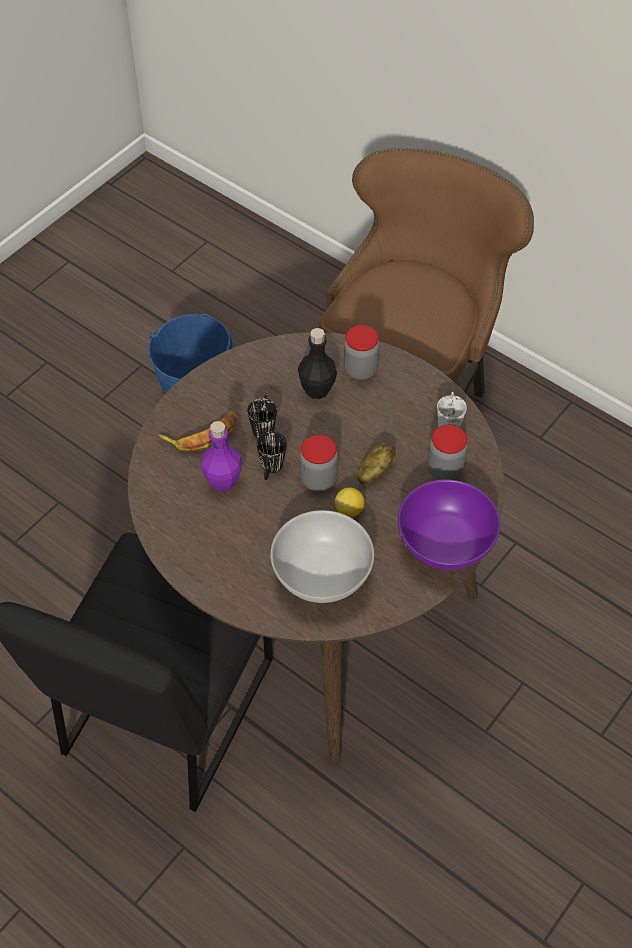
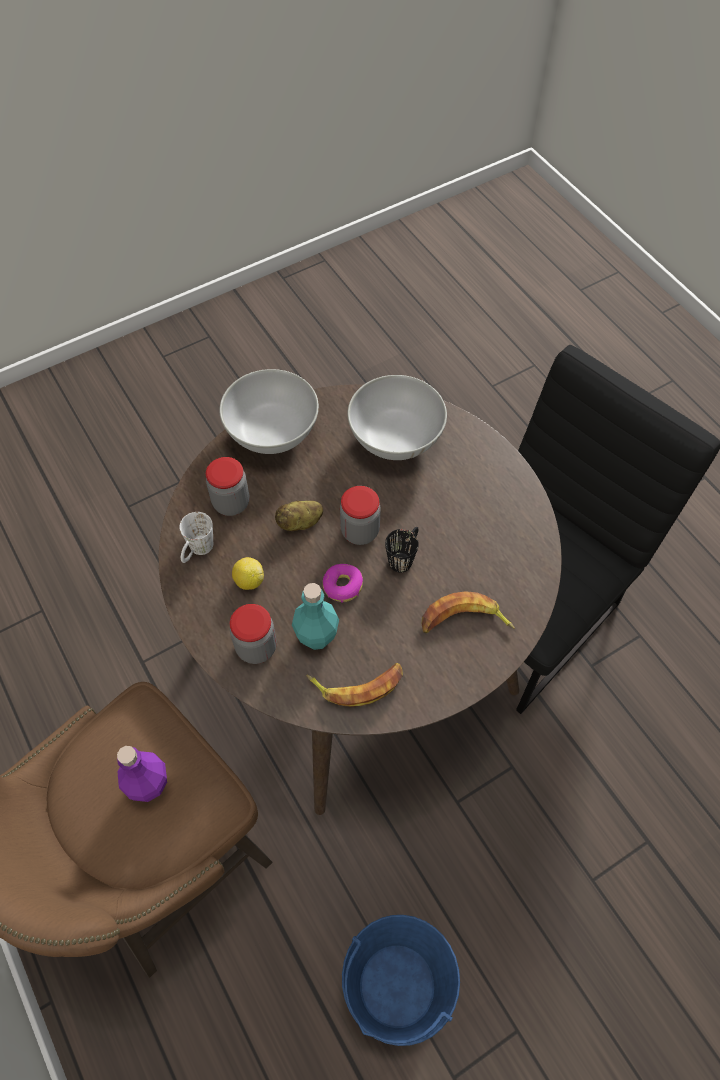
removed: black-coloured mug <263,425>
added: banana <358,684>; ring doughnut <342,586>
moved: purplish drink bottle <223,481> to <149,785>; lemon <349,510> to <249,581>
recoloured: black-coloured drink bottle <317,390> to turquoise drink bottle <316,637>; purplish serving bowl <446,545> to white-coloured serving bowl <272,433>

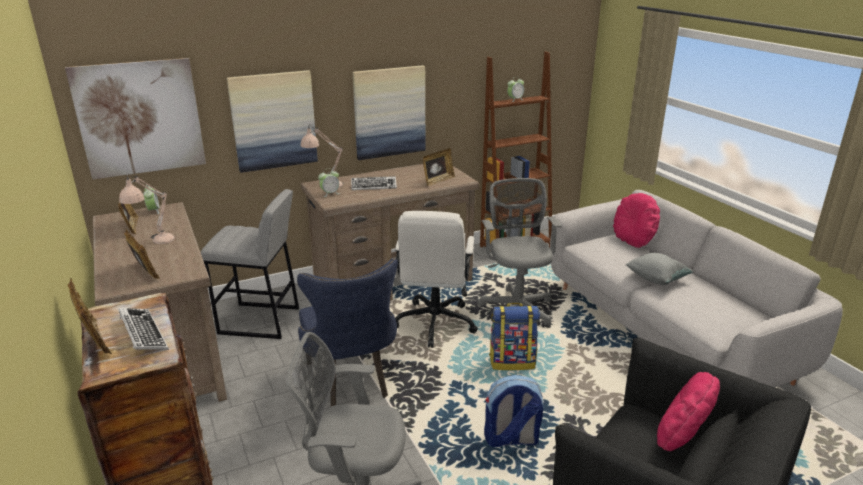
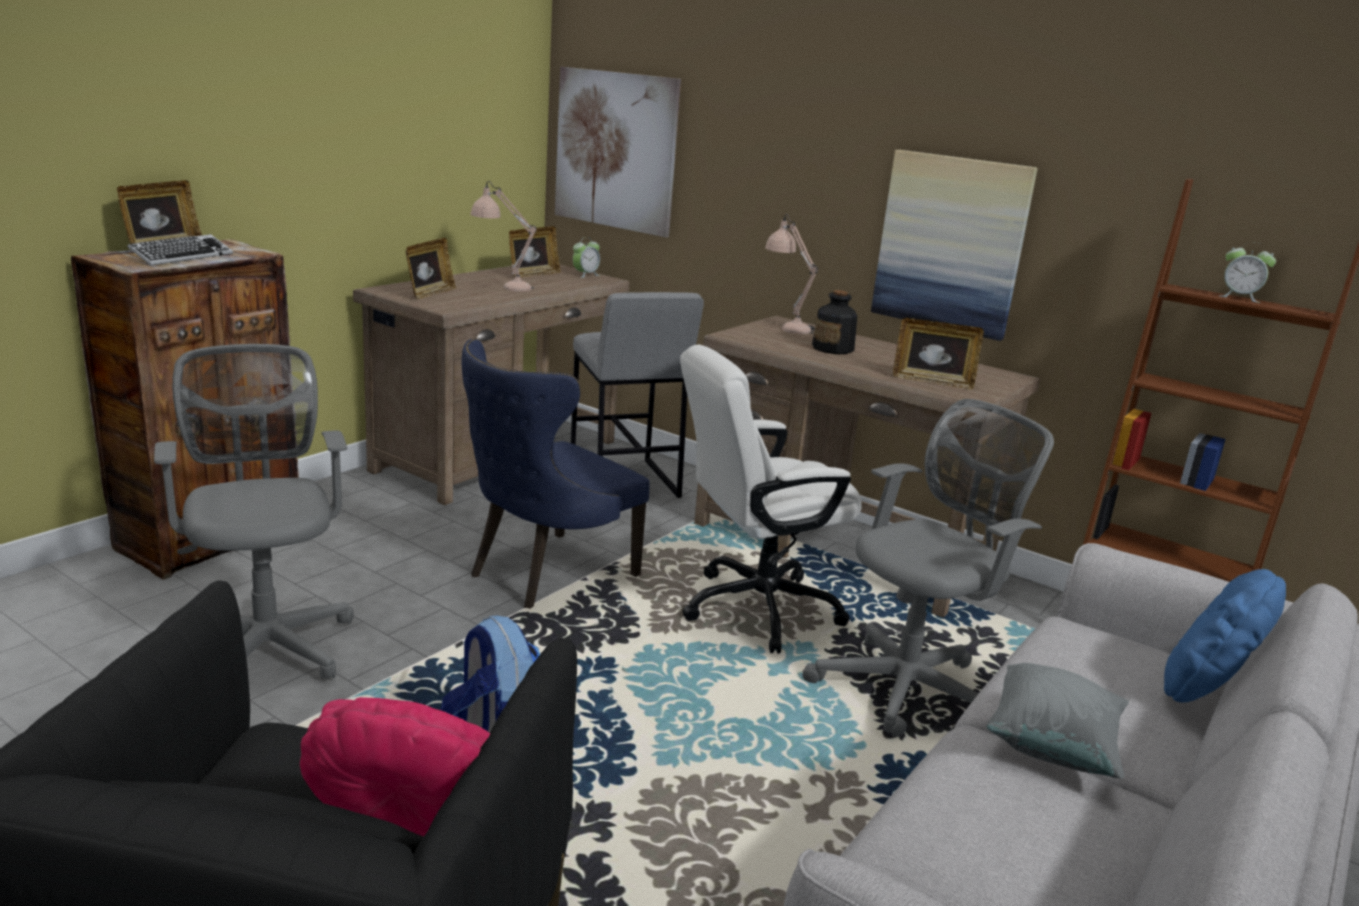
removed: picture <273,121>; bedside clock <330,194>; knapsack <512,361>
replaced: keyboard <374,186> to drink bottle <833,349>
recoloured: pink pillow <633,241> to bluish pillow <1205,694>

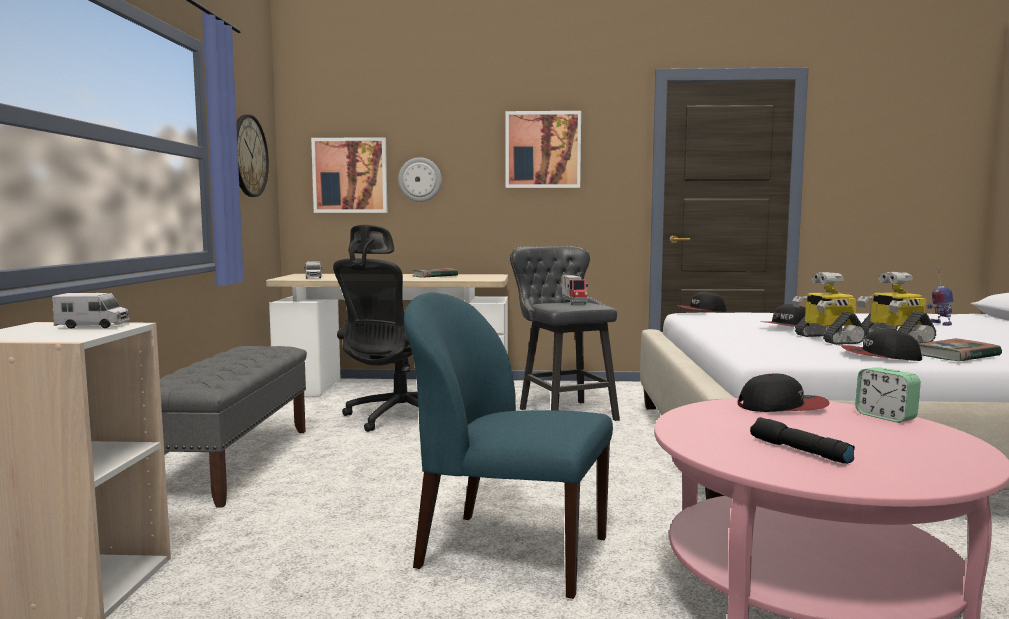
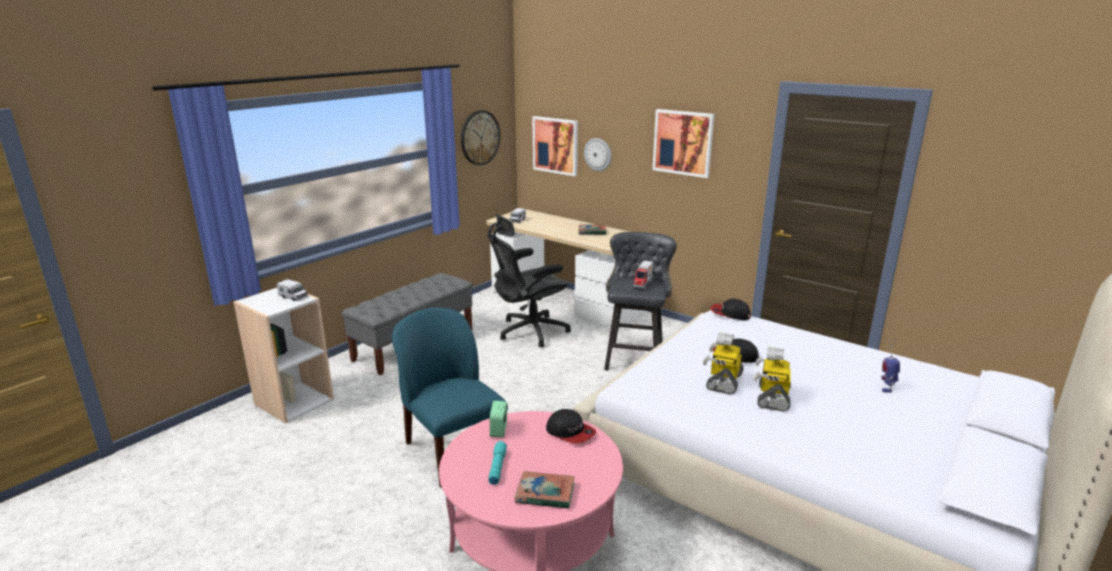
removed: baseball cap <879,356>
moved: bedside clock <885,417> to <499,430>; volume <957,355> to <545,493>
recoloured: black-coloured flashlight <798,451> to turquoise flashlight <497,467>

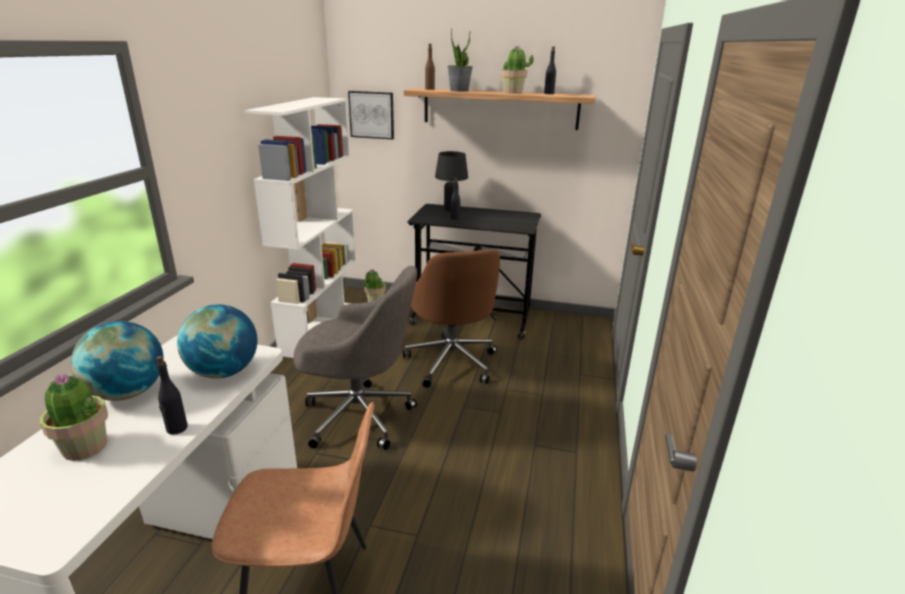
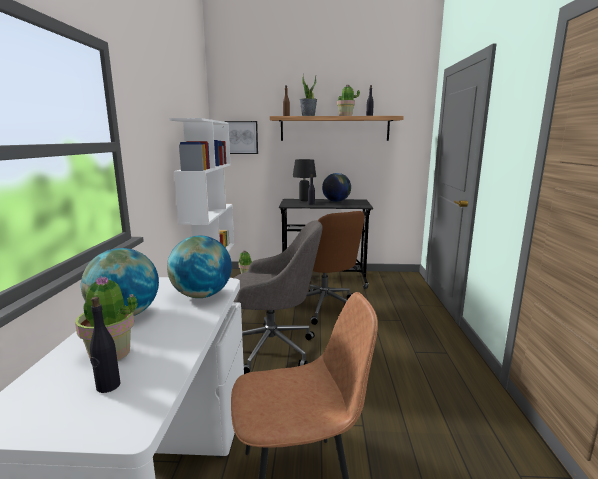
added: desk globe <336,201>
moved: black-coloured drink bottle <176,428> to <108,386>

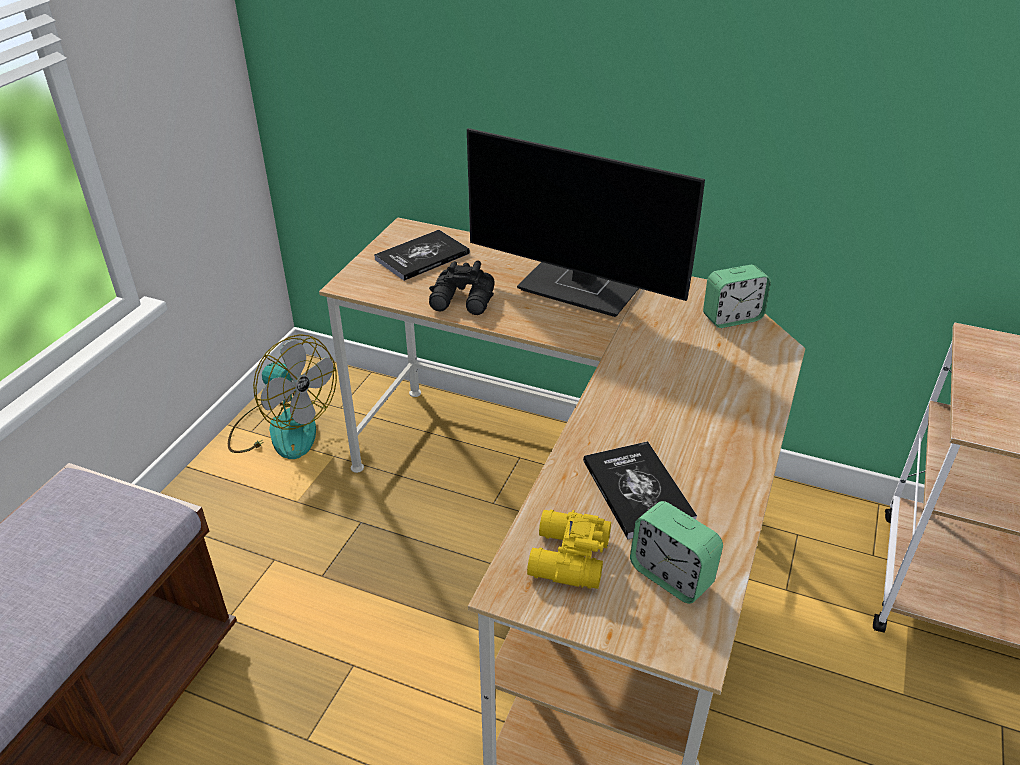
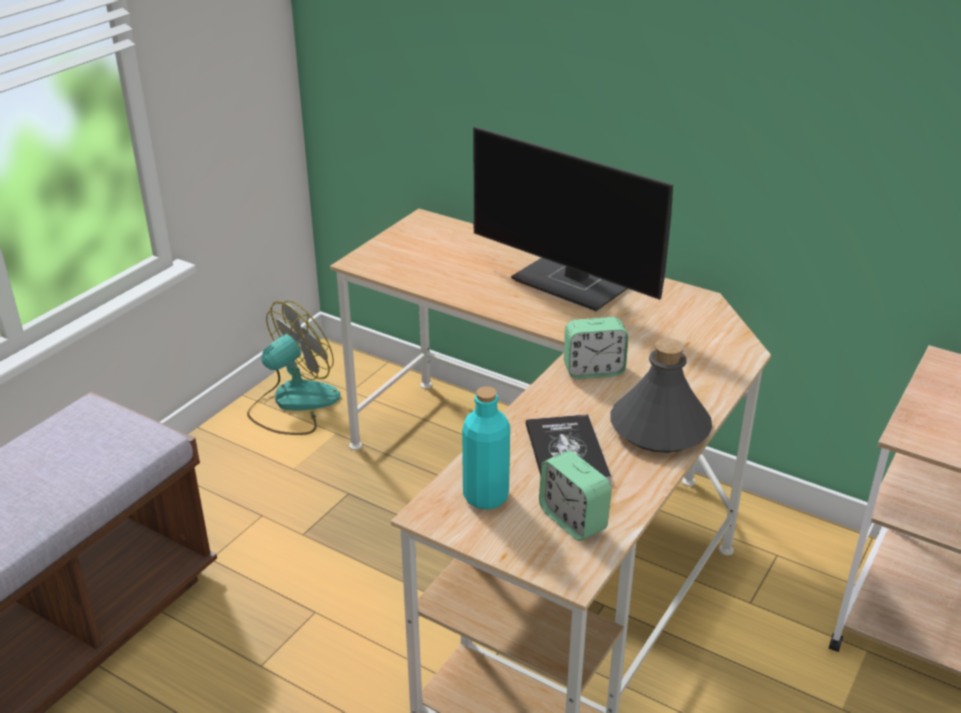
removed: volume <422,257>; black-coloured pair of binoculars <463,301>
added: grey drink bottle <659,427>
moved: bedside clock <732,318> to <593,370>
replaced: yellow-coloured pair of binoculars <566,559> to turquoise drink bottle <486,496>
turned: electric fan <282,428> = <293,404> 90 degrees counterclockwise

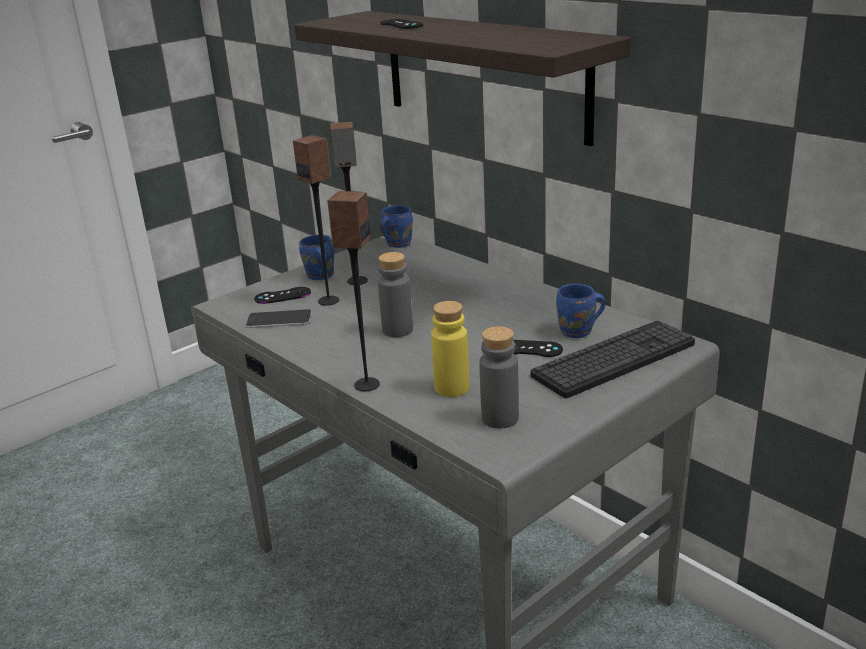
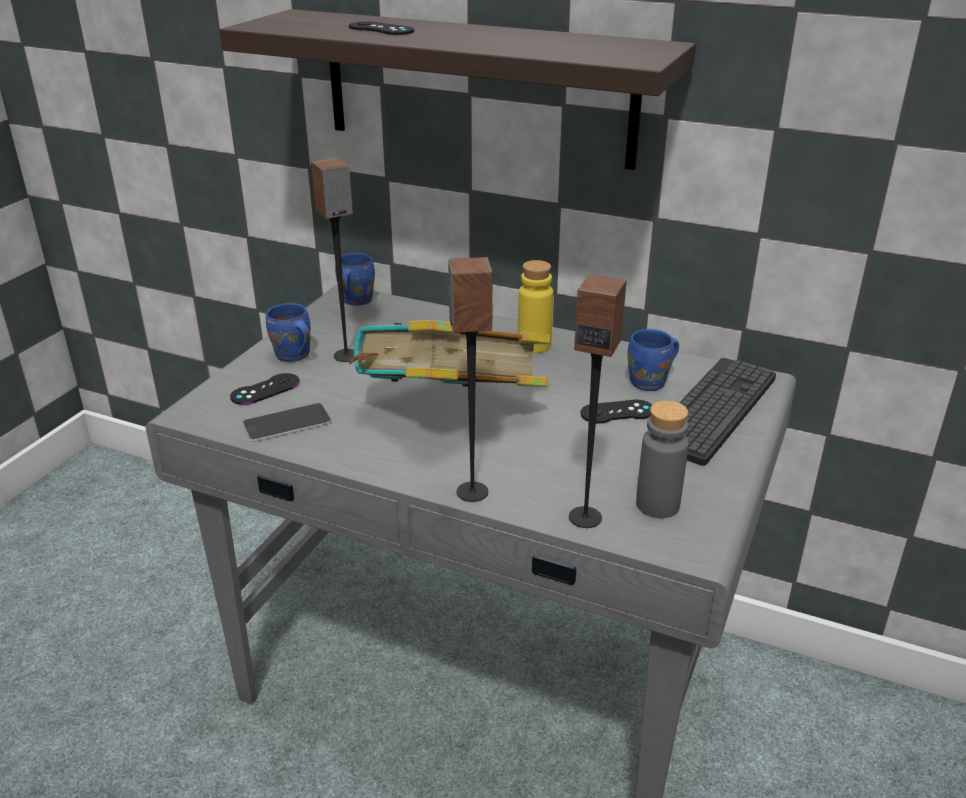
moved: audio speaker <329,300> to <585,517>; yellow-coloured drink bottle <452,388> to <534,345>
replaced: grey drink bottle <397,330> to volume <449,413>

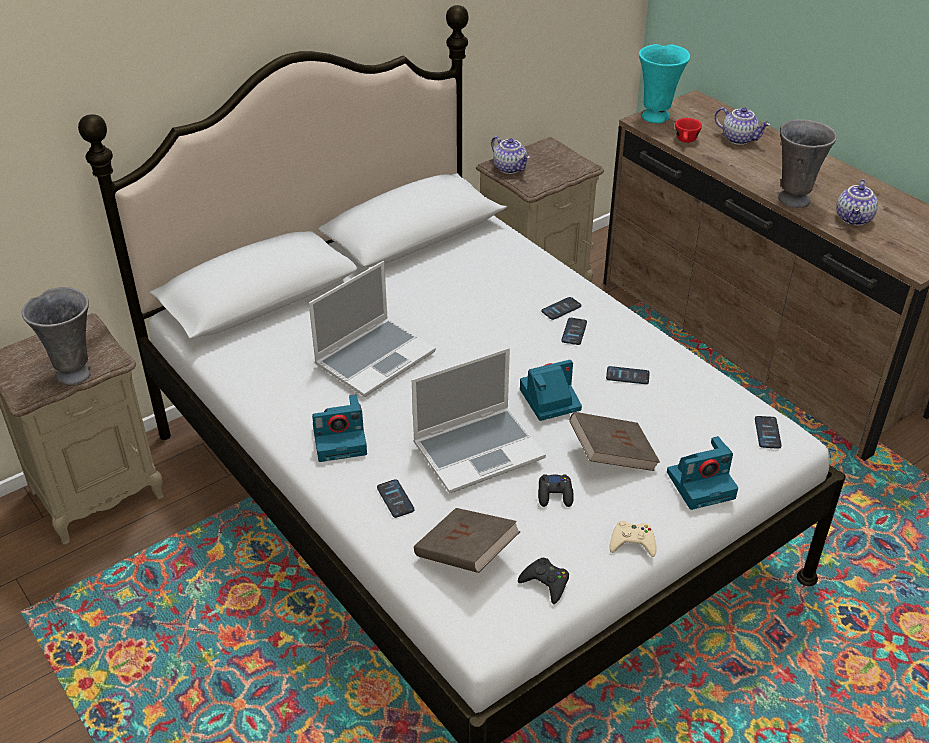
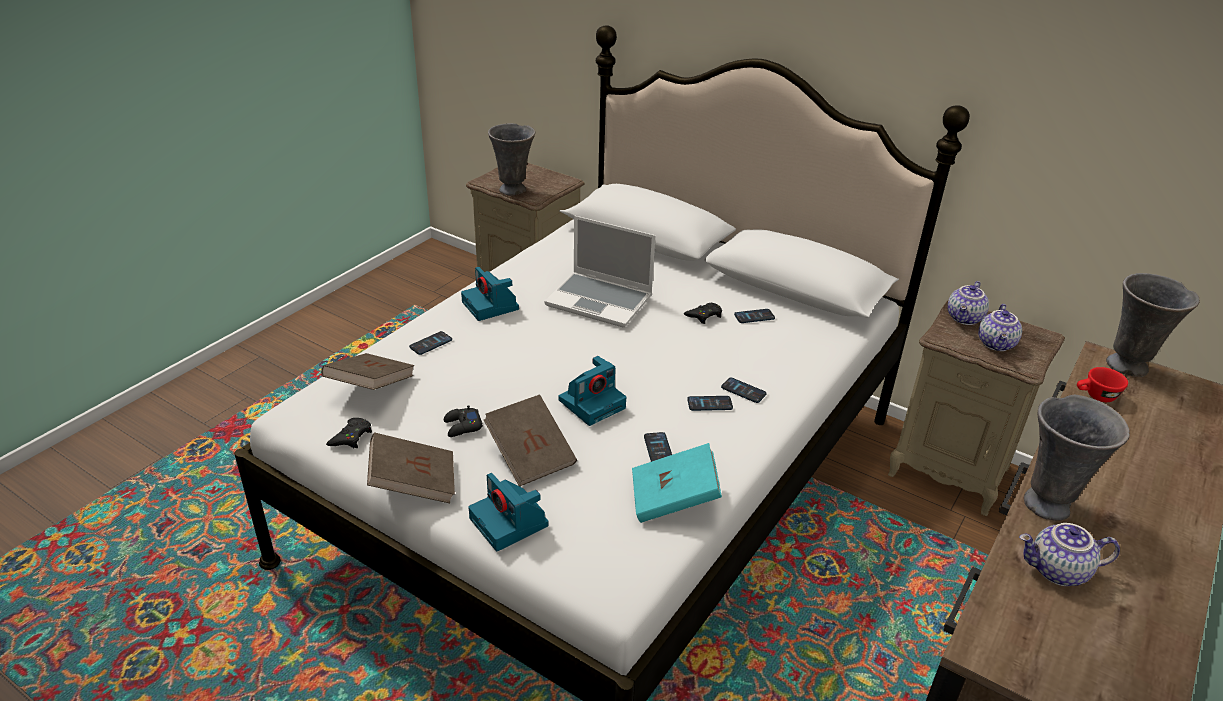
removed: laptop <479,449>
added: turquoise volume <674,500>; black-coloured joypad <704,315>
moved: tea pot <739,139> to <997,344>; phone <767,433> to <754,316>
replaced: beige joypad <632,542> to brownish volume <413,483>
recoloured: turquoise vase <657,117> to grey vase <1128,367>
turned: photo camera <549,400> = <592,403> 90 degrees clockwise

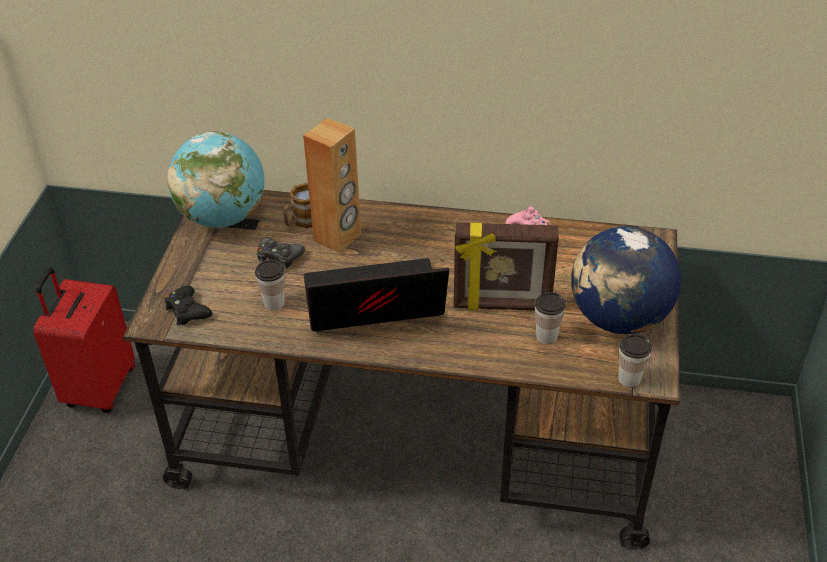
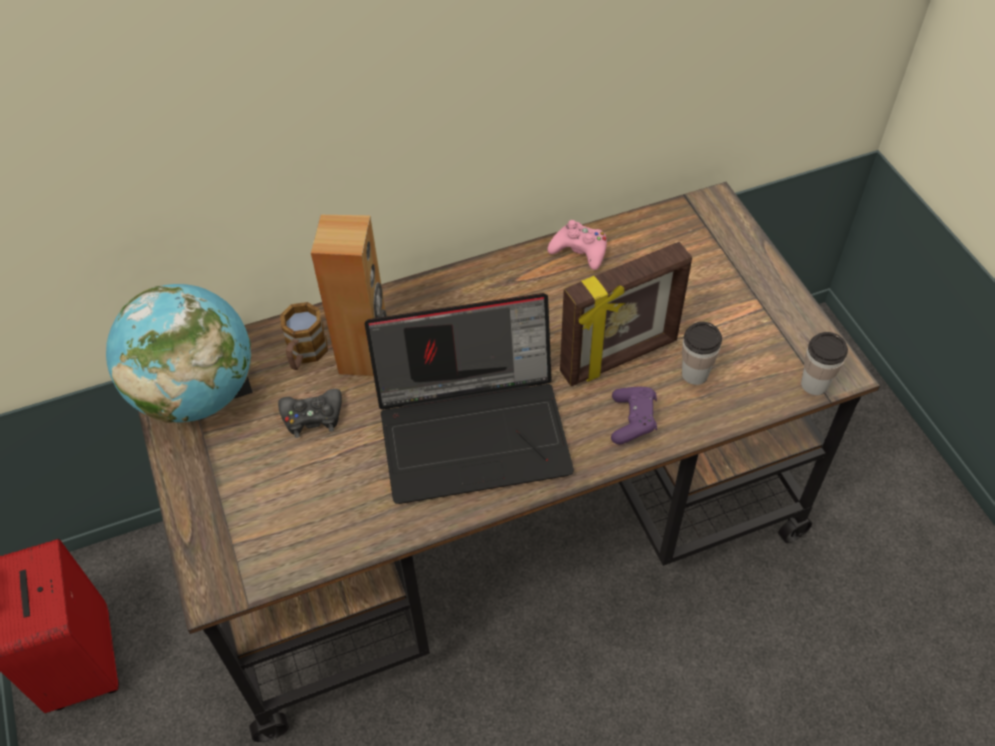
removed: black-coloured joypad <187,311>; cup <274,303>; desk globe <618,318>
added: purplish joypad <633,421>
turned: laptop <372,306> = <475,429> 150 degrees counterclockwise

